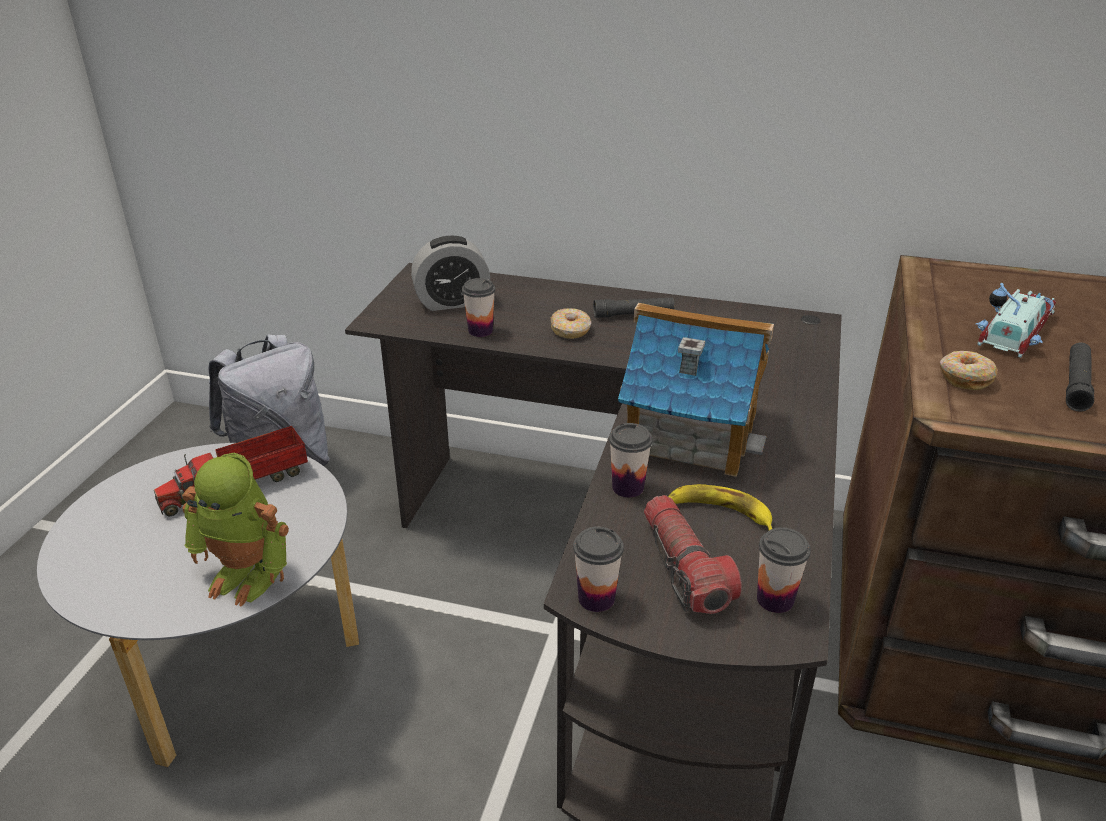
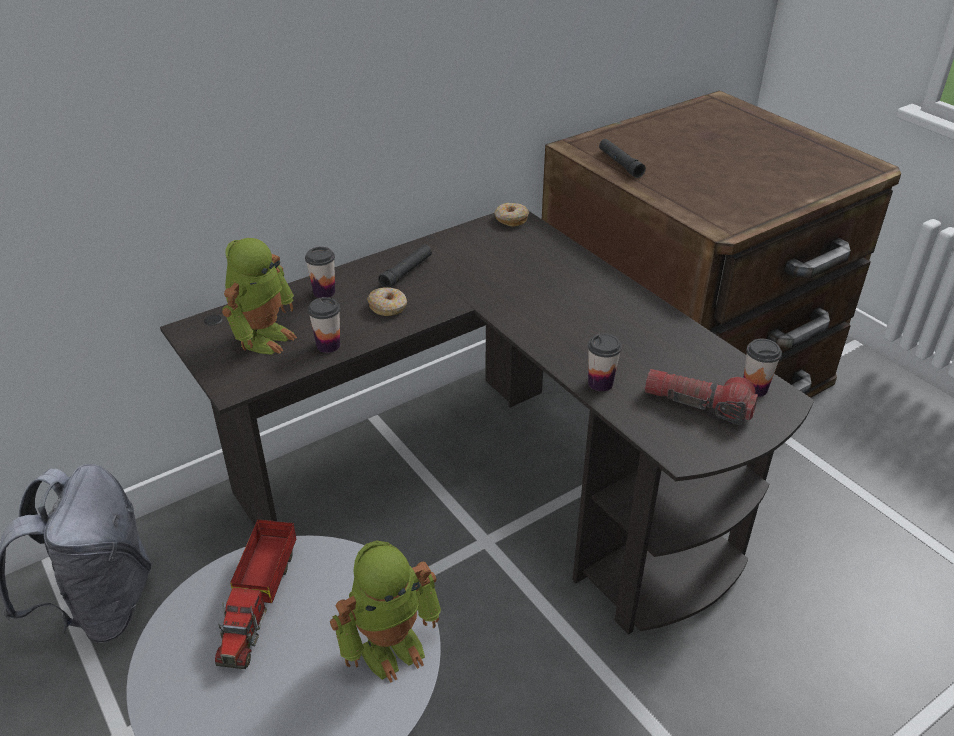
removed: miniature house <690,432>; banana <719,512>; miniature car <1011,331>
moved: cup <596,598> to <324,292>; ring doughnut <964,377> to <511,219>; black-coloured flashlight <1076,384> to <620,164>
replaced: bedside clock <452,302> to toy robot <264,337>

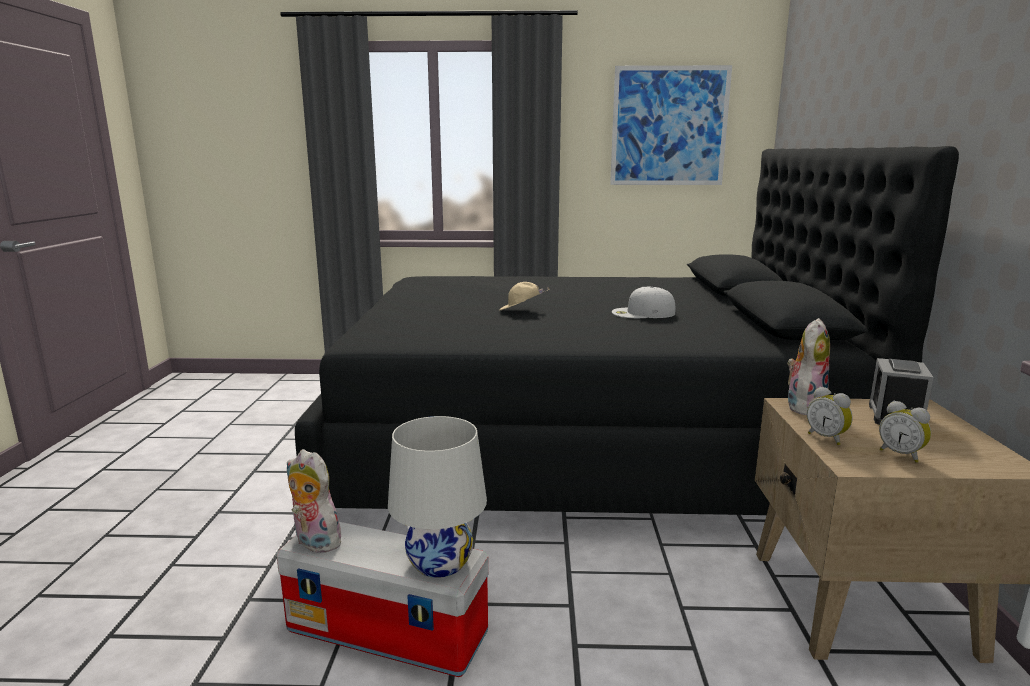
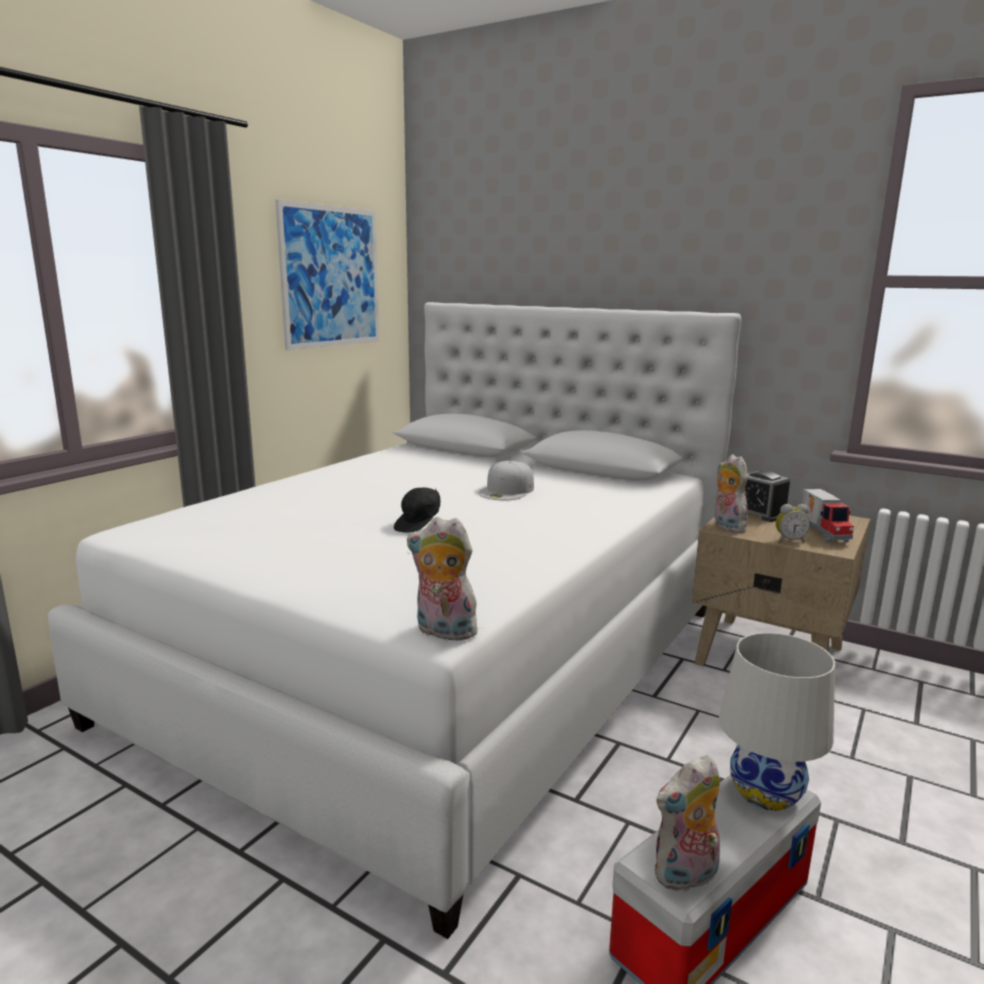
added: soft toy <443,632>
replaced: bedside clock <901,454> to model truck <825,534>
recoloured: black-coloured bed <580,444> to white-coloured bed <440,662>; beige baseball cap <521,310> to black-coloured baseball cap <420,525>

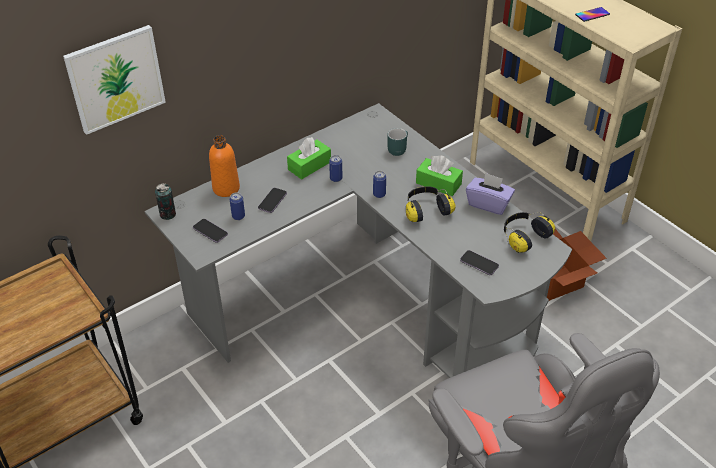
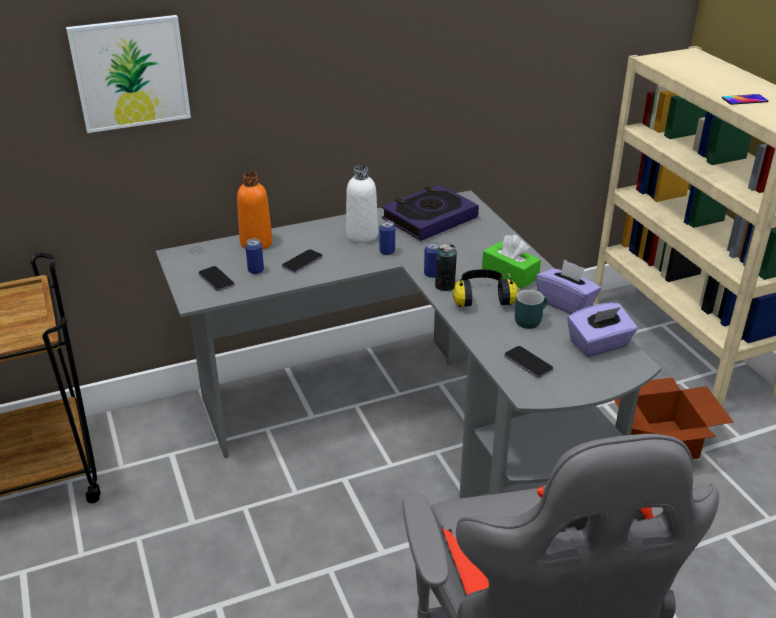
added: volume <429,218>
moved: sealed can <168,214> to <445,286>; turquoise mug <397,148> to <529,319>
replaced: green tissue box <309,166> to white-coloured drink bottle <362,236>; headset <524,237> to purplish tissue box <599,345>

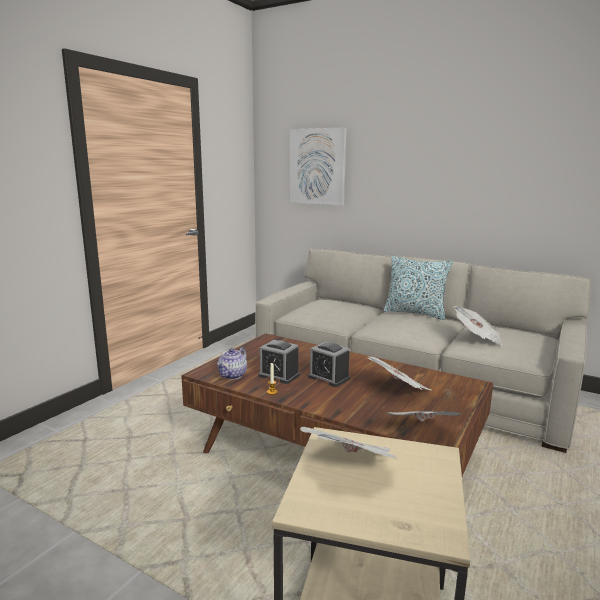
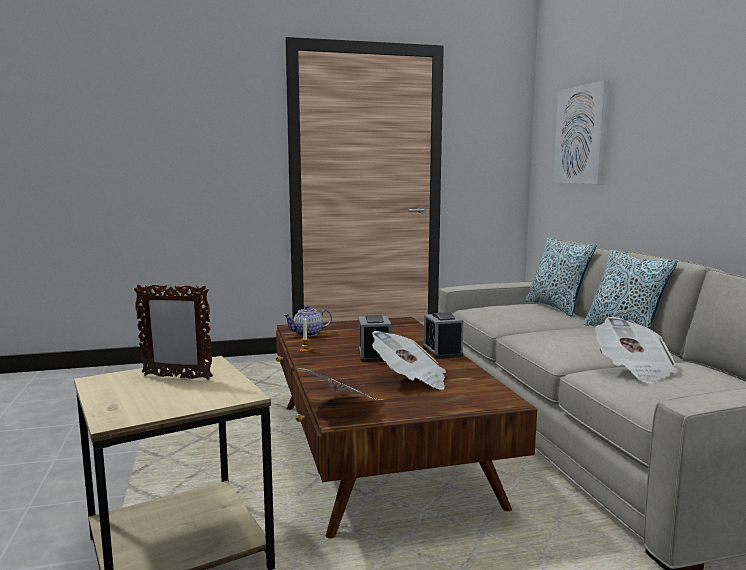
added: pillow <556,307>
moved: bedside clock <279,375> to <442,352>
replaced: daily paper <352,466> to standing frame <176,377>

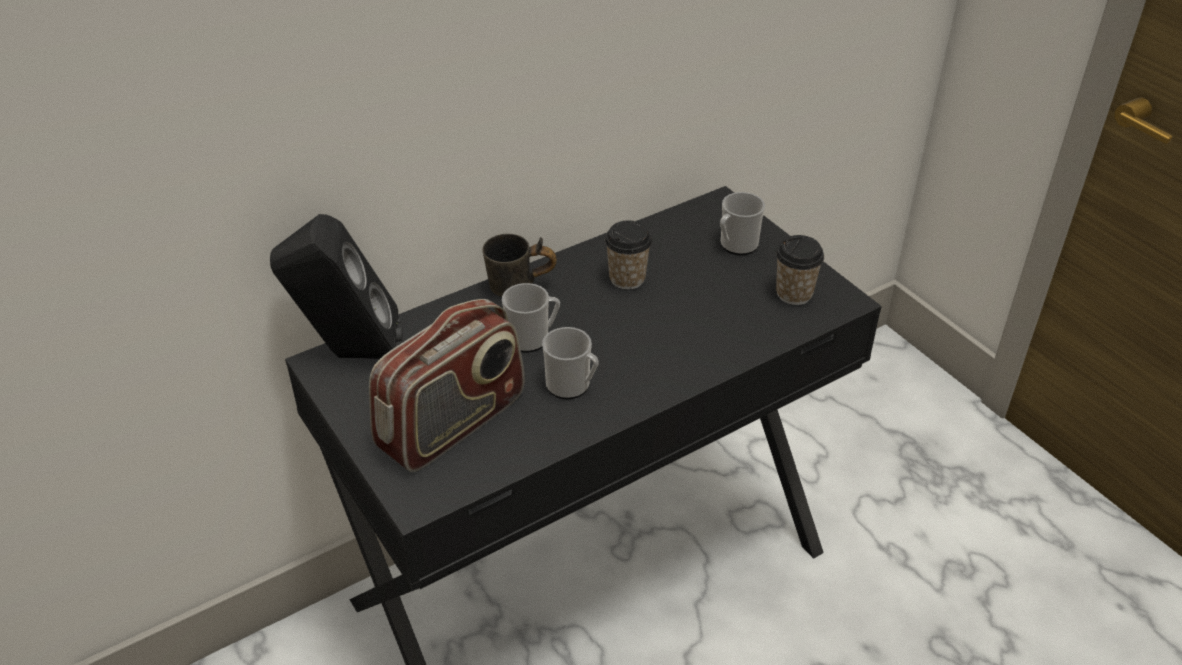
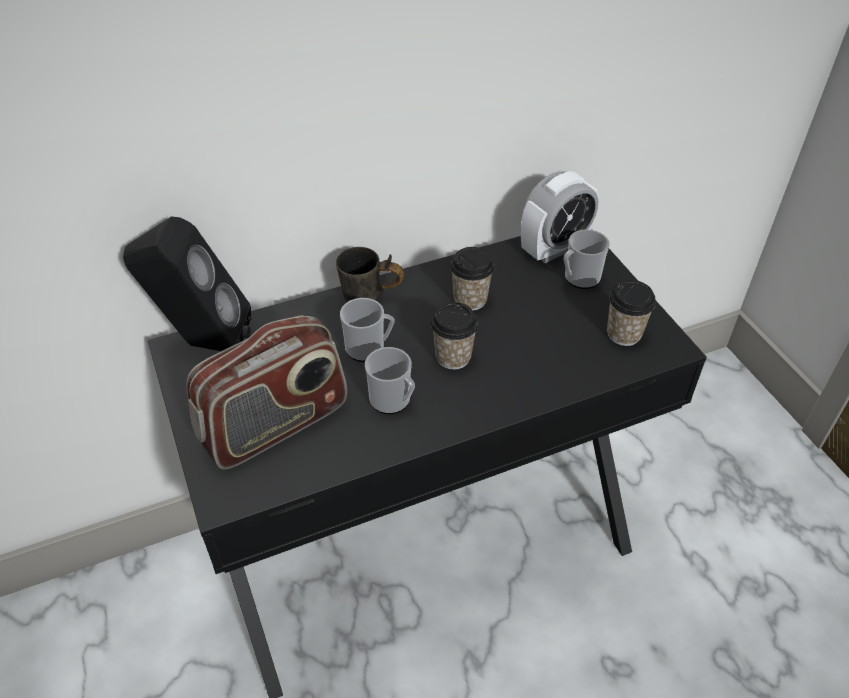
added: cup <453,357>; bedside clock <554,249>

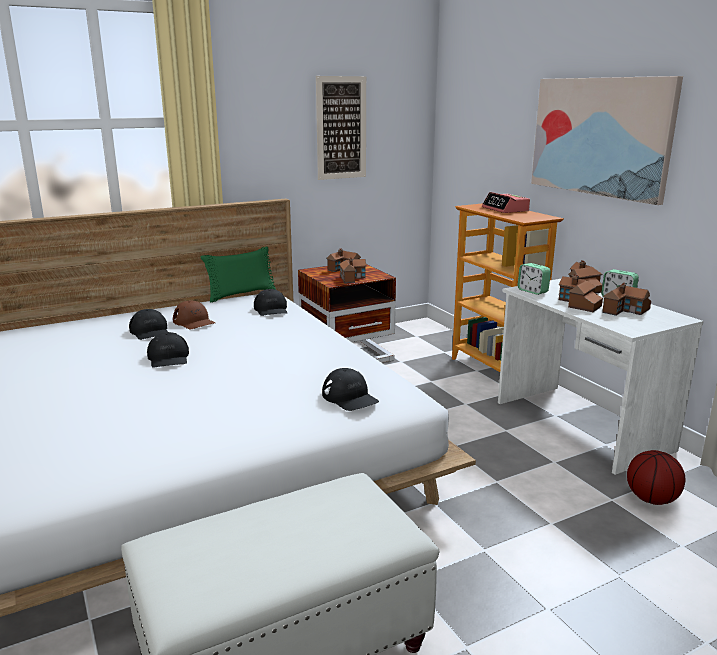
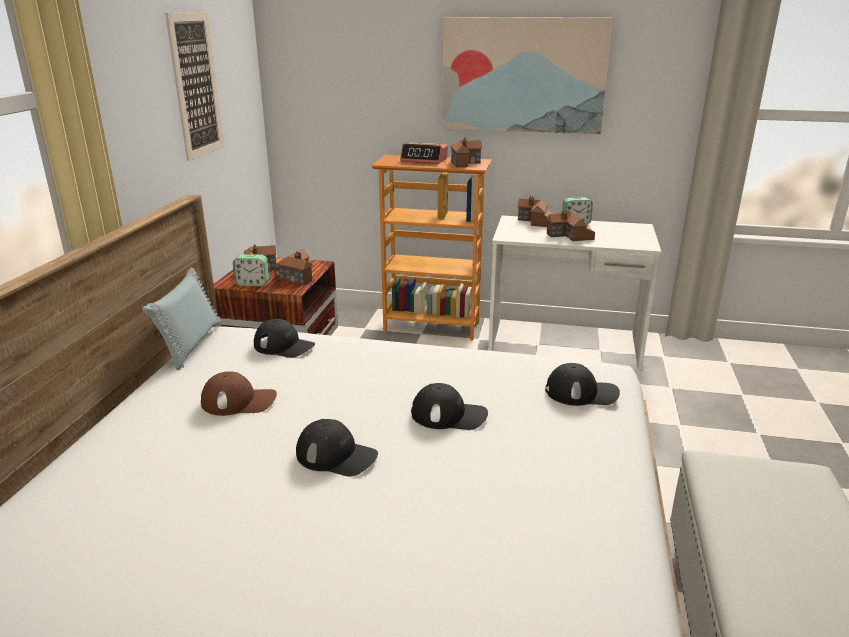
removed: basketball ball <652,499>
moved: black-coloured baseball cap <150,331> to <449,415>; bedside clock <532,291> to <252,283>; miniature house <625,310> to <465,162>
recoloured: green pillow <241,295> to bluish pillow <190,345>

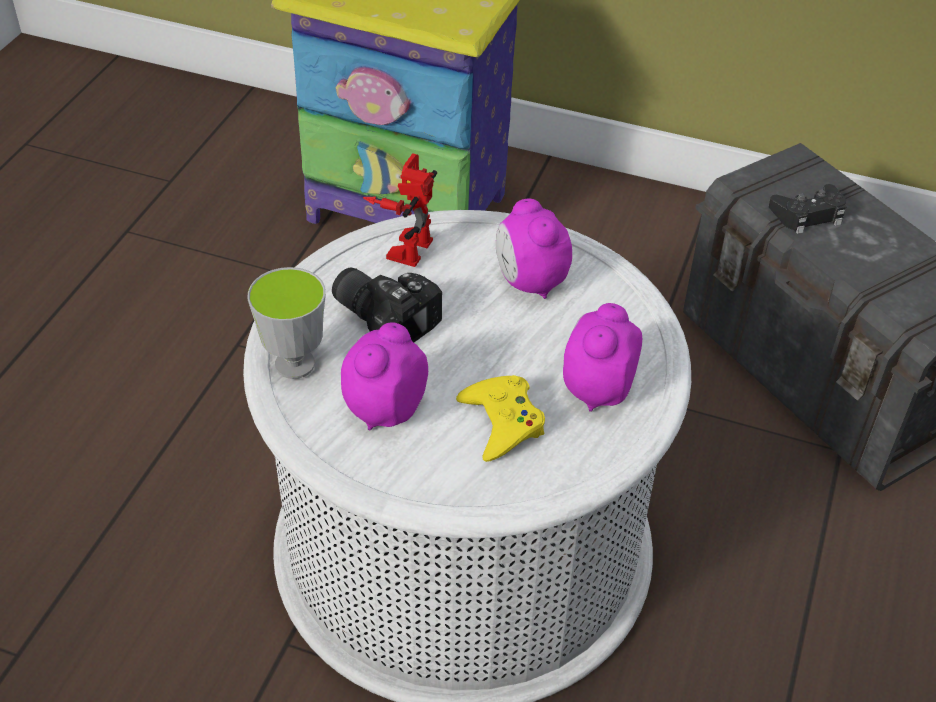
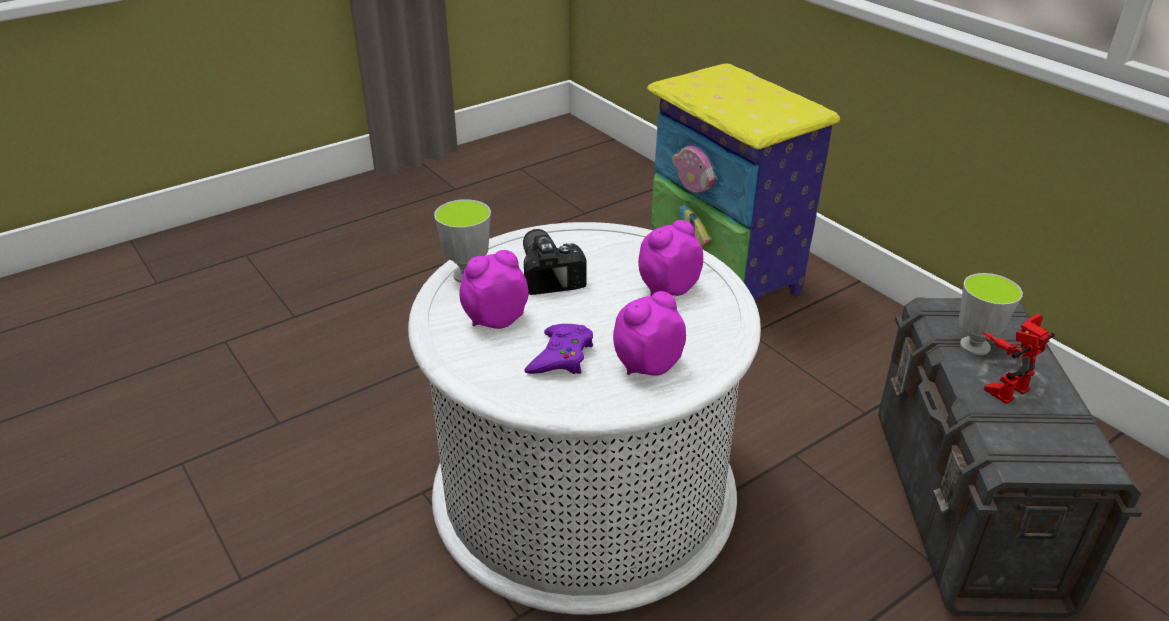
moved: toy robot <405,245> to <1003,385>
replaced: black-coloured joypad <808,215> to cup <974,346>
recoloured: yellow-coloured joypad <502,422> to purplish joypad <561,356>
turned: bedside clock <529,282> = <668,288> 45 degrees clockwise

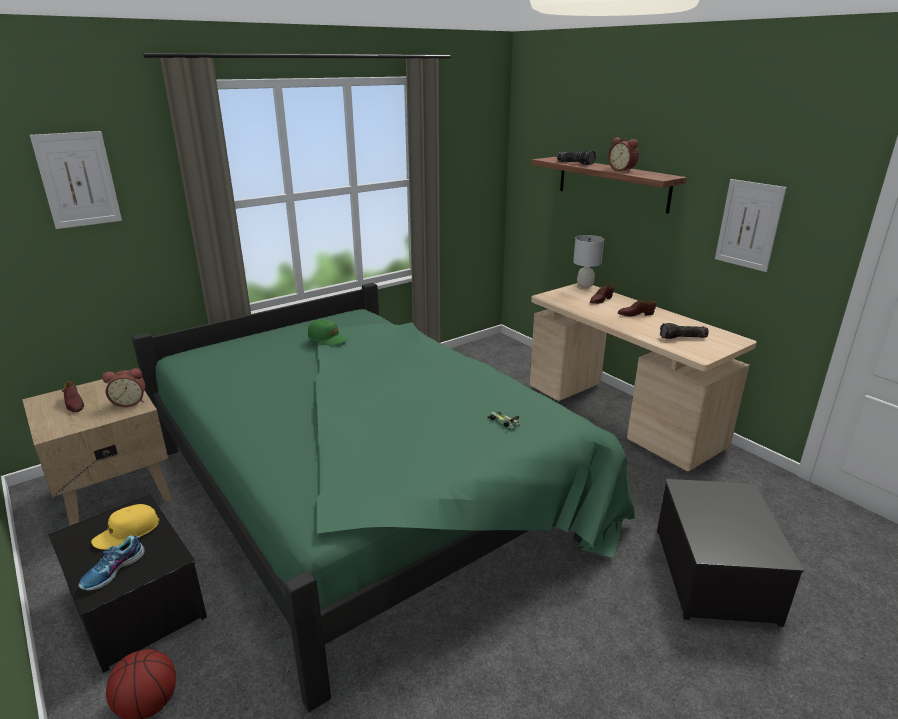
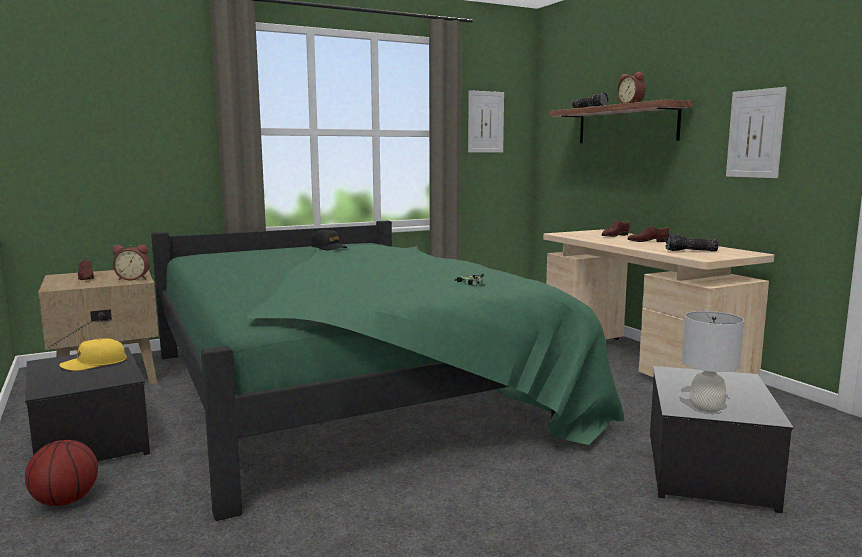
removed: item of footwear <114,571>
moved: picture <78,180> to <485,122>; grey table lamp <584,286> to <705,408>
recoloured: green baseball cap <328,338> to black-coloured baseball cap <328,248>

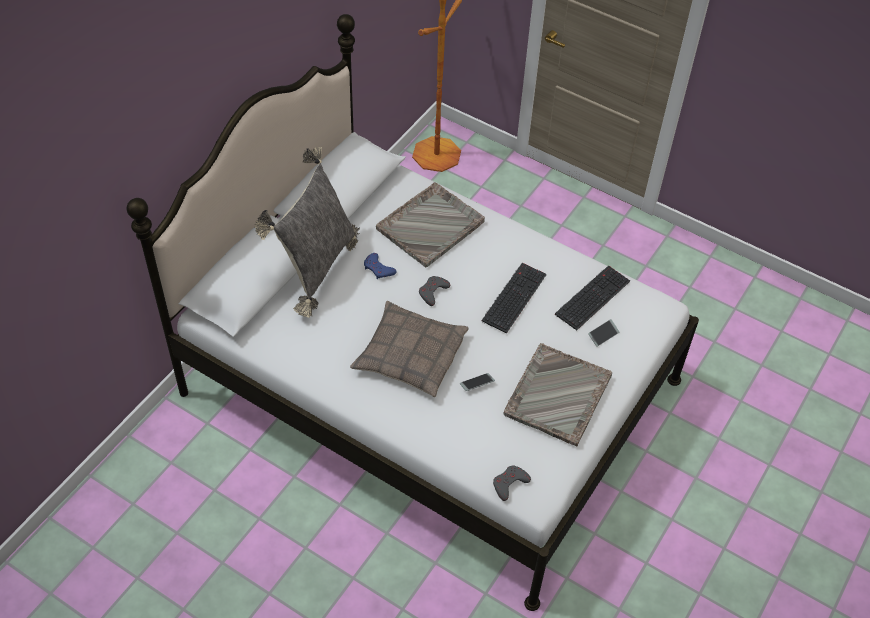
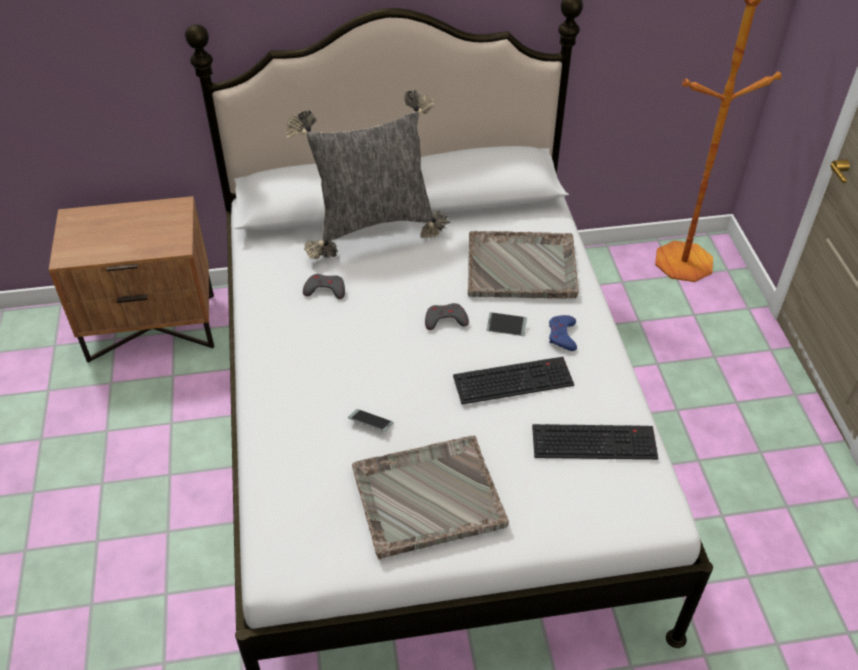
removed: pillow <410,355>
added: brownish night table <153,326>
moved: bluish joypad <378,269> to <562,335>; grey joypad <509,484> to <325,289>; phone <603,335> to <506,327>

